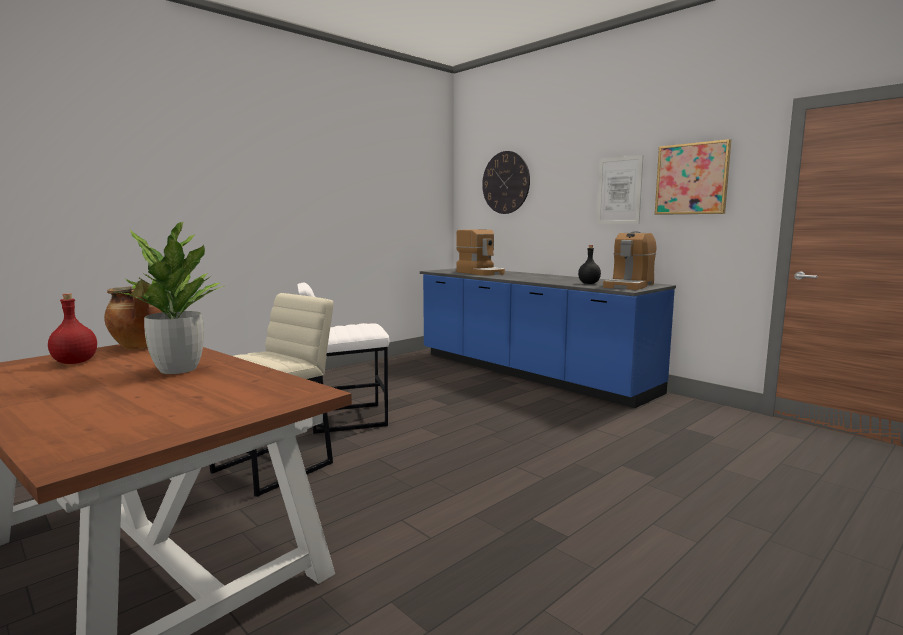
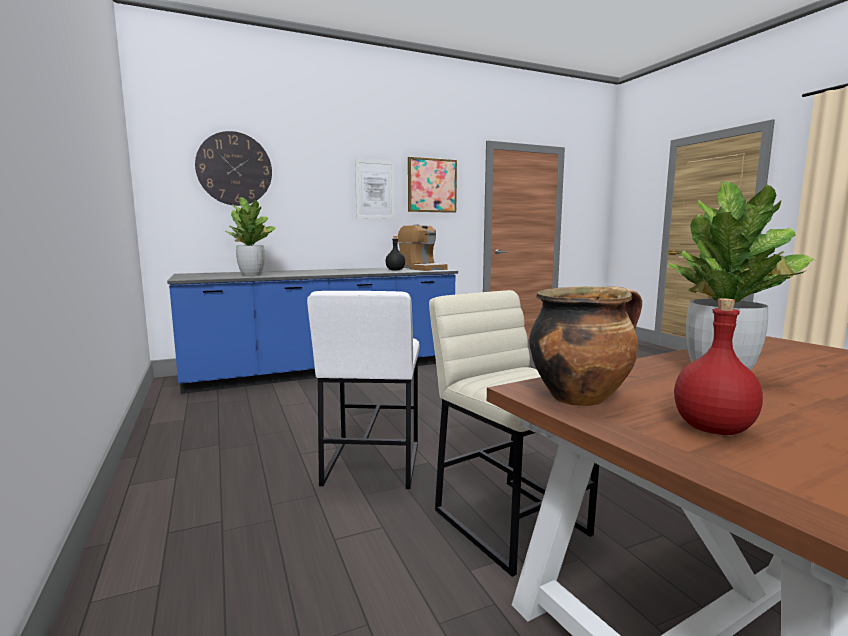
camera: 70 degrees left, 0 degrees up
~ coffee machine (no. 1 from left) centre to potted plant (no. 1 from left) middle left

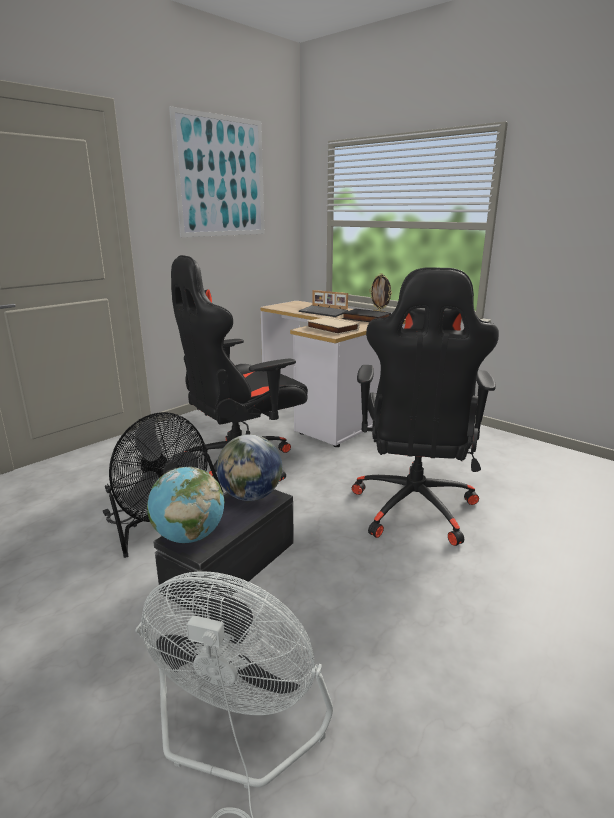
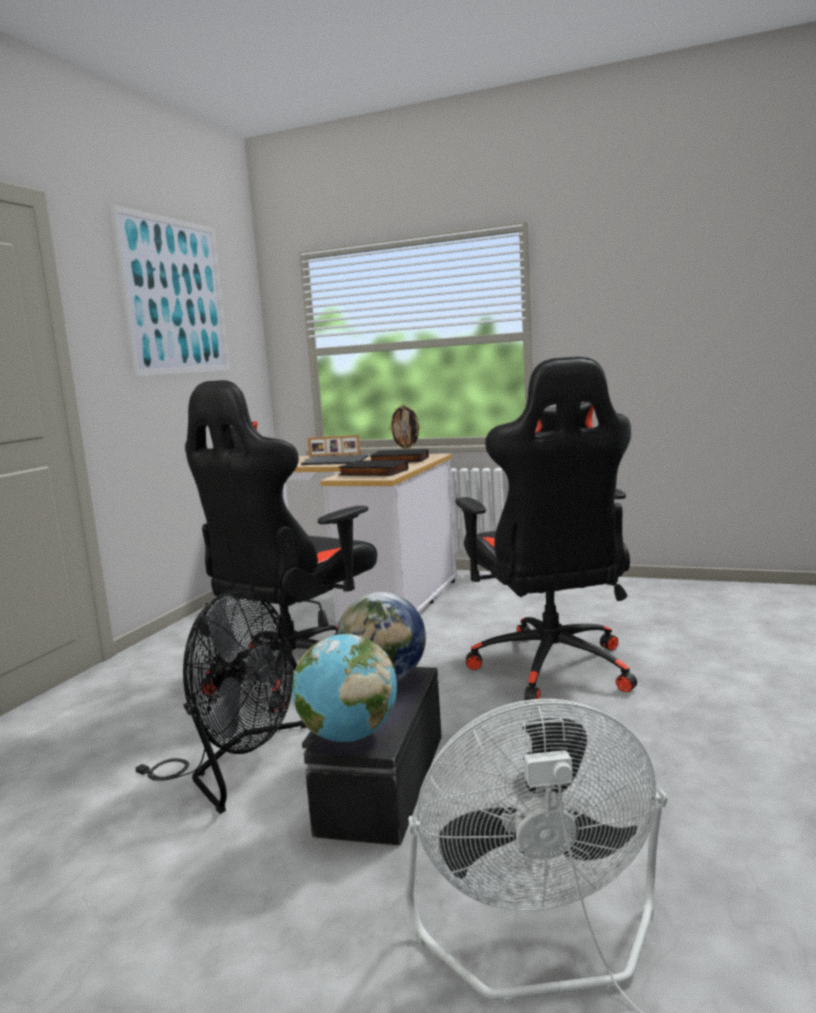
camera: 20 degrees left, 10 degrees down
~ beige book centre to black book (no. 1 from left) centre

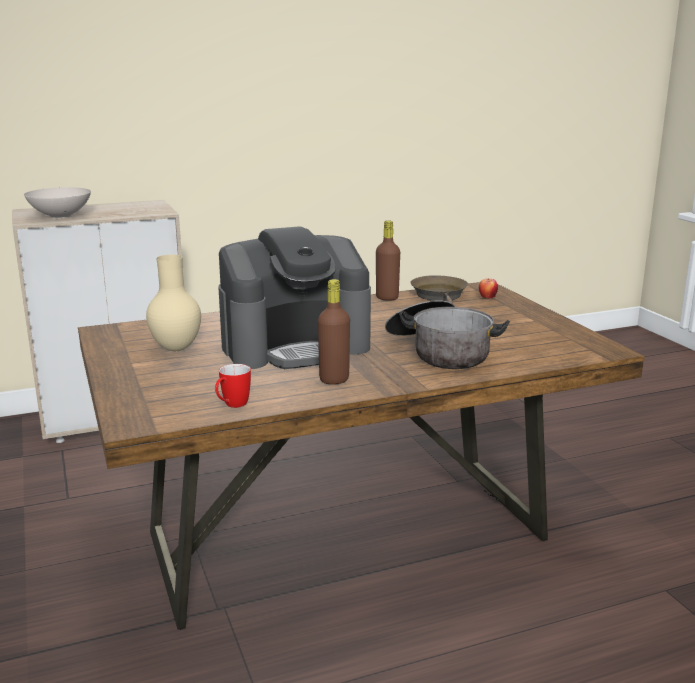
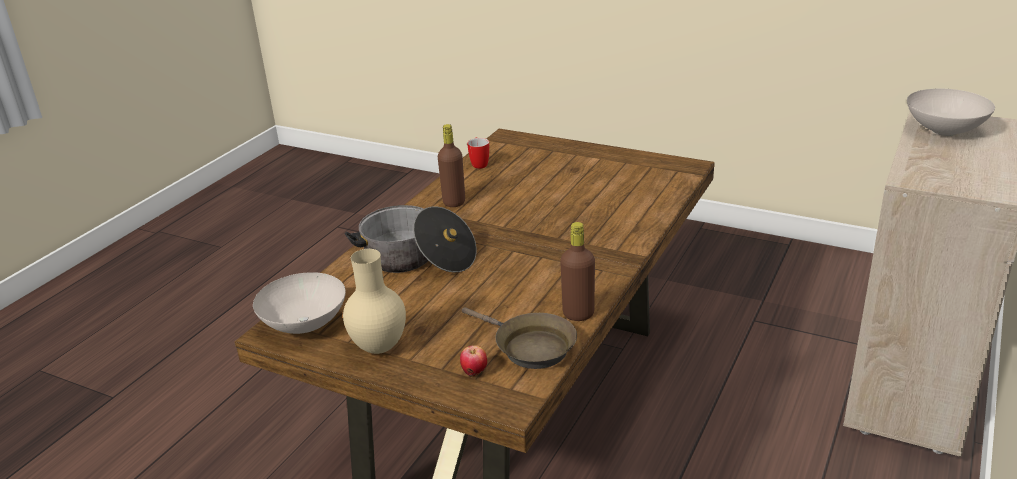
camera: 140 degrees right, 10 degrees up
- coffee machine centre
+ white bowl (no. 1 from left) middle left
~ beige vase middle left to centre

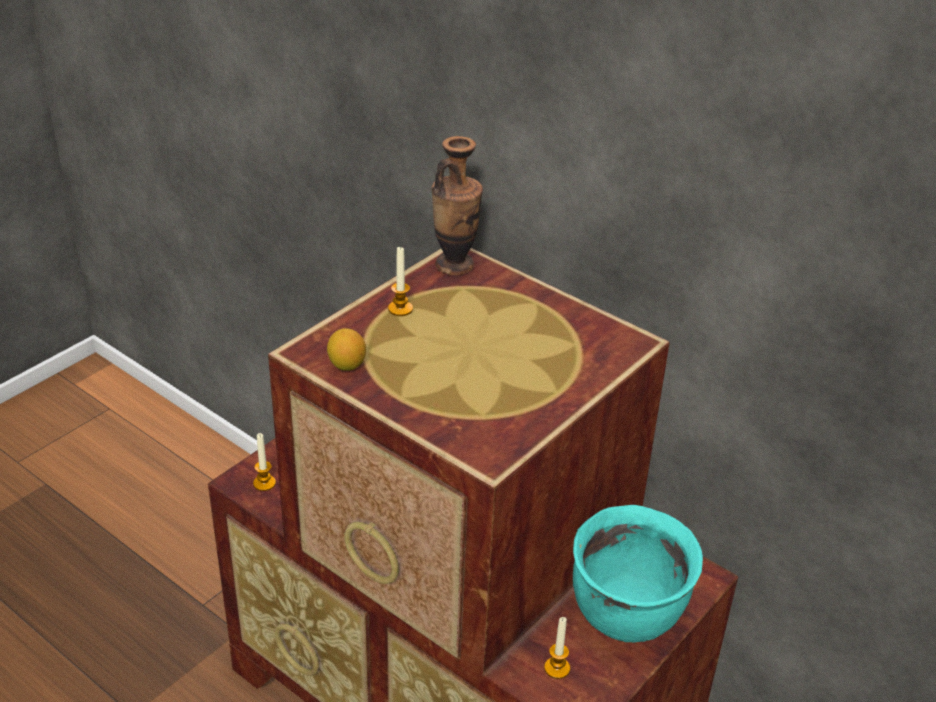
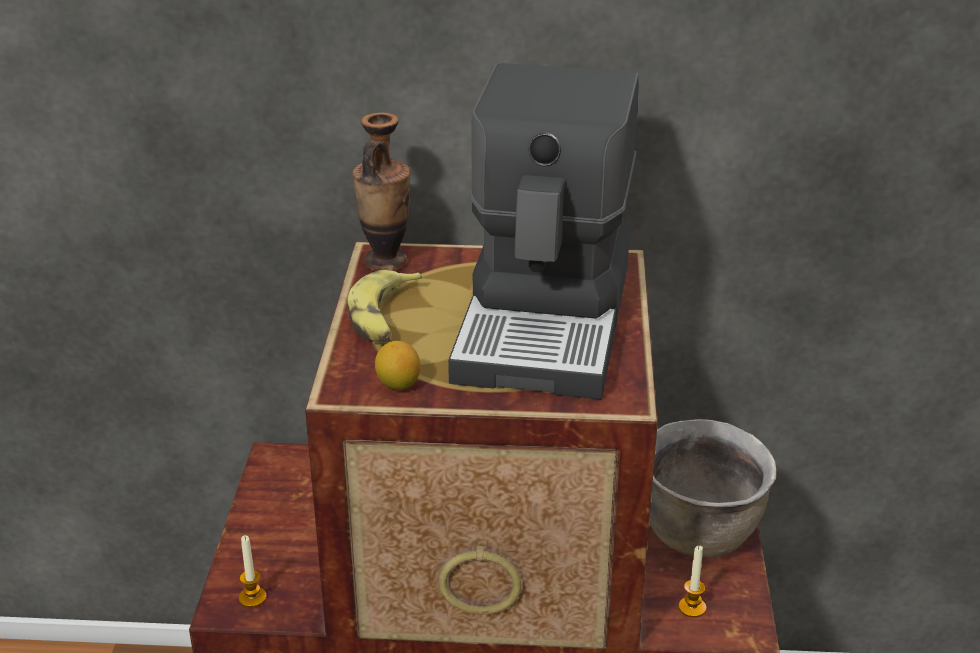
camera: 35 degrees left, 5 degrees down
+ coffee machine centre
~ candle (no. 2 from left) centre to banana centre
~ turquoise cooking pot bottom right to brown cooking pot bottom right

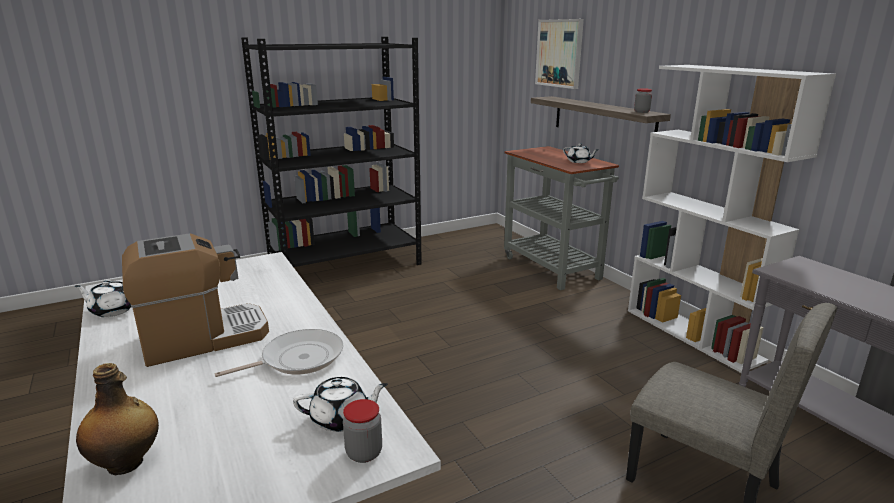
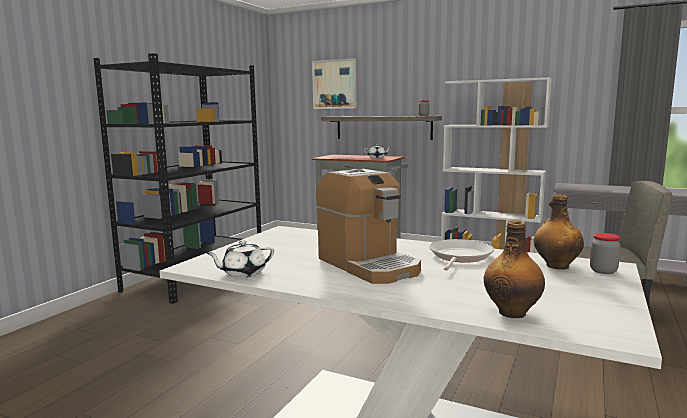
camera: 35 degrees left, 10 degrees down
~ white teapot (no. 2 from left) bottom centre to bottle (no. 2 from left) middle right
~ coffee machine middle left = centre 120 degrees clockwise

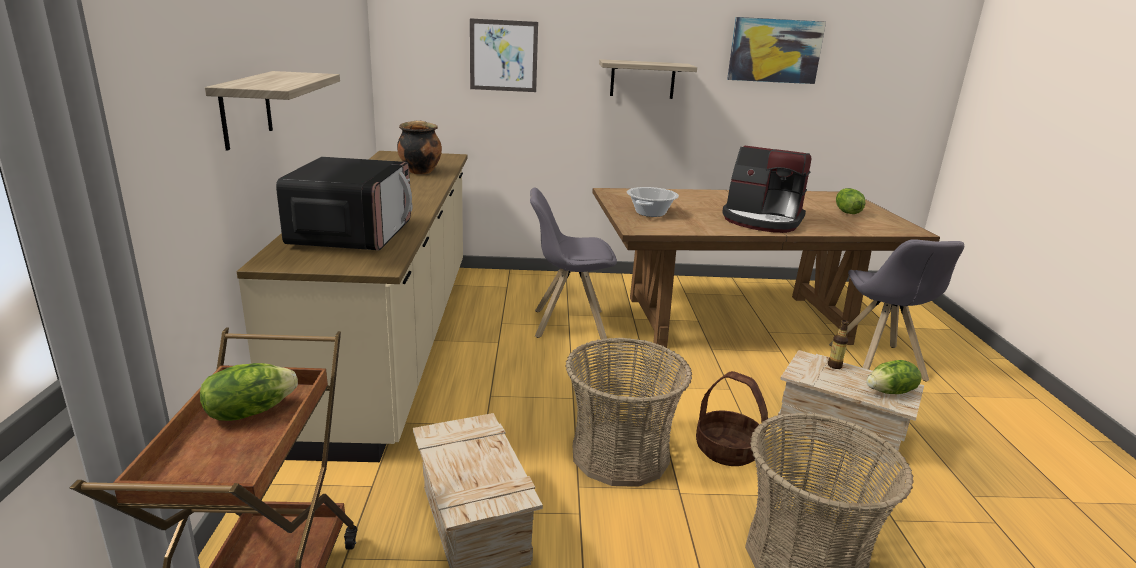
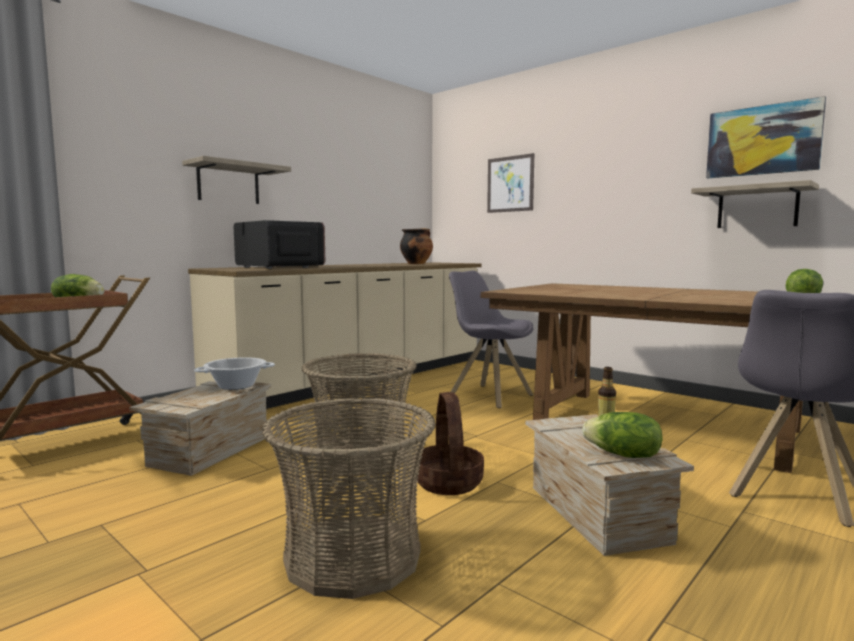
camera: 45 degrees right, 15 degrees down
- coffee machine top right
~ shelf (no. 2 from left) top centre to top right
~ cooking pot (no. 2 from left in the first image) centre to cooking pot (no. 1 from left) middle left
~ microwave middle left = middle left 90 degrees counterclockwise

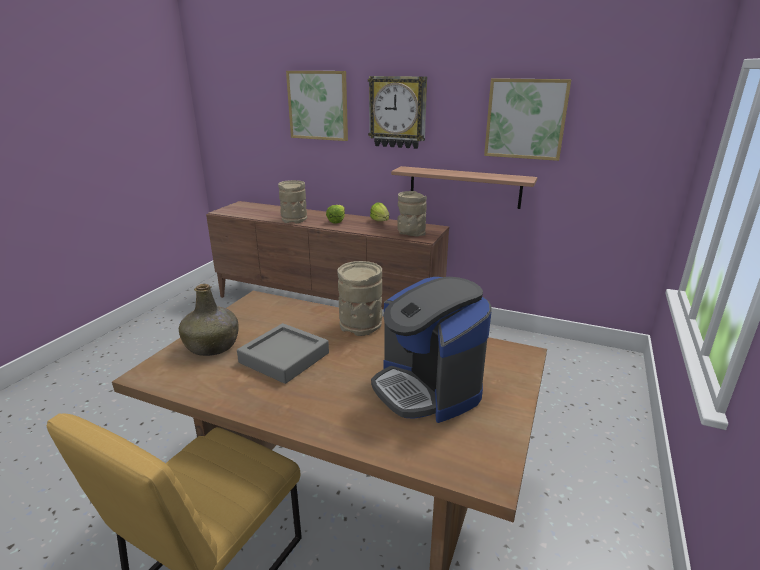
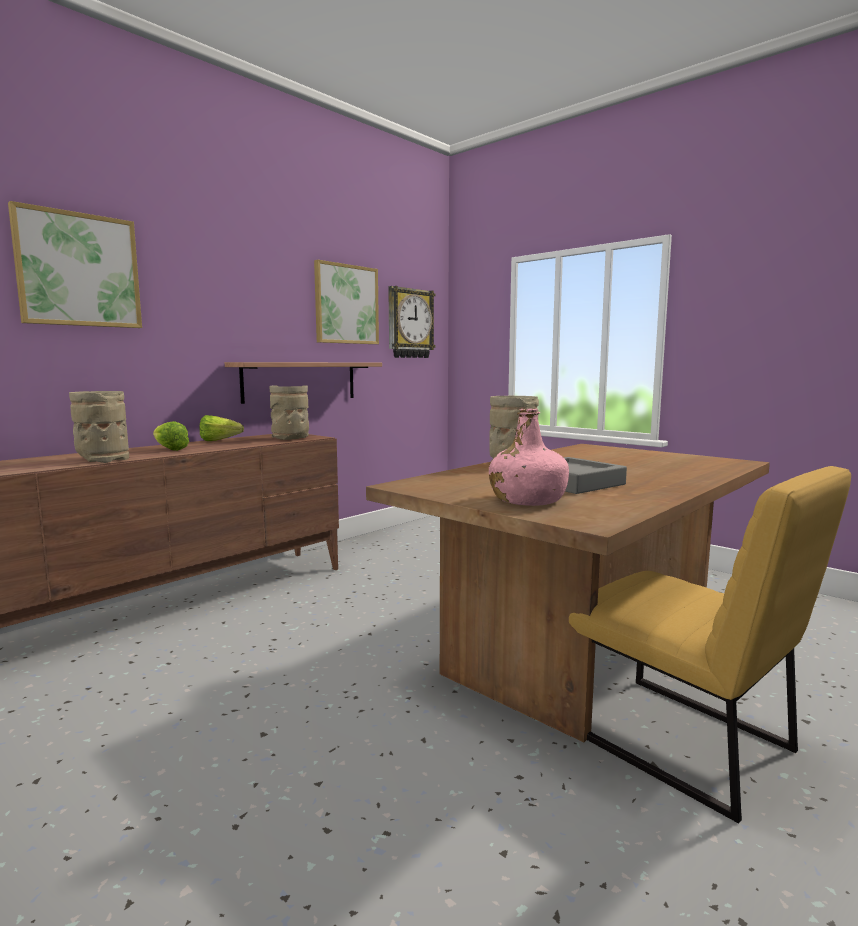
camera: 70 degrees left, 15 degrees down
- coffee machine centre
~ wall clock top centre to centre
~ green bottle middle left to pink bottle centre

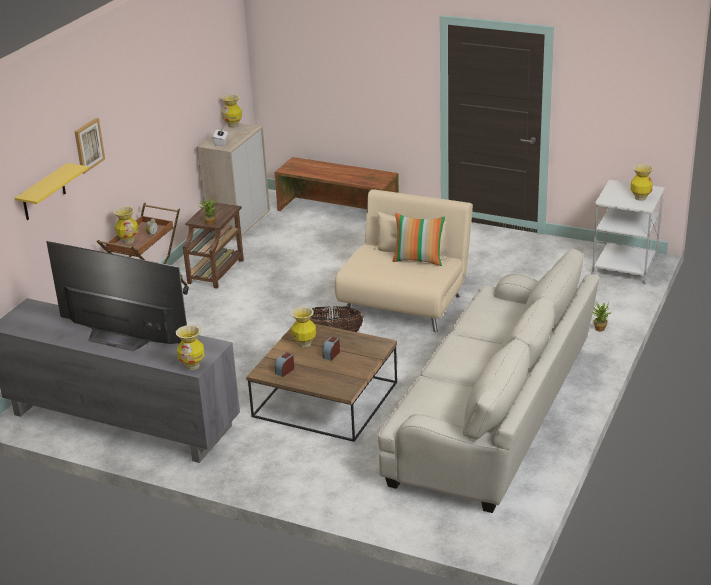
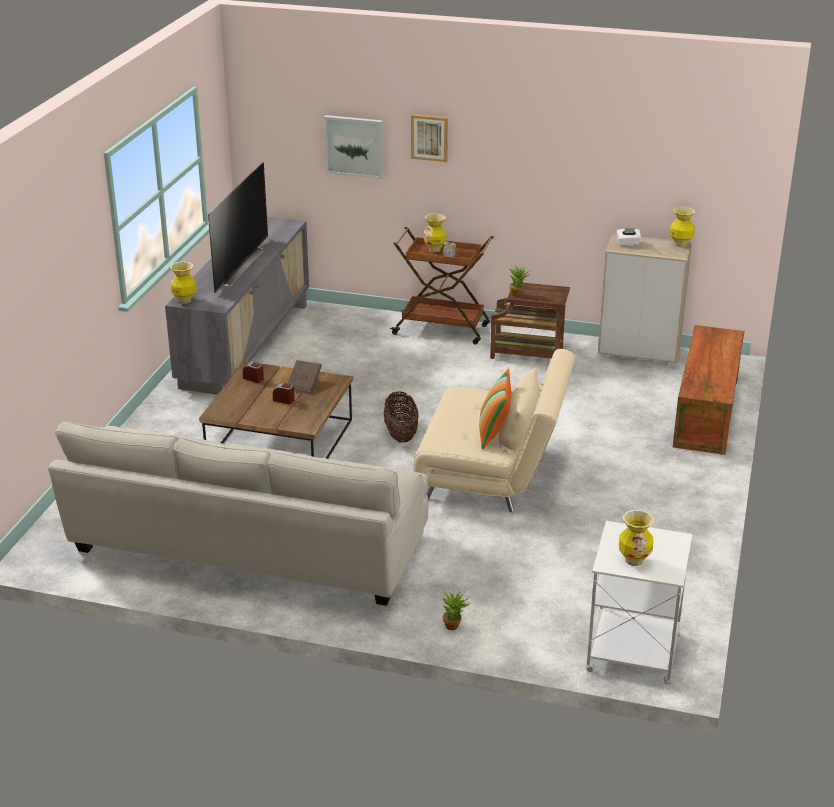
camera: 80 degrees right, 0 degrees up
~ yellow shelf top left to picture (no. 1 from left) top centre
~ vase (no. 4 from left) centre to brown book centre

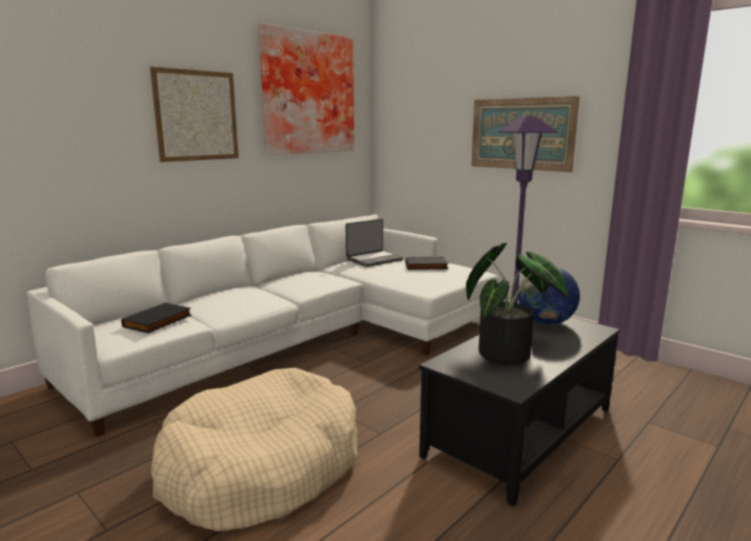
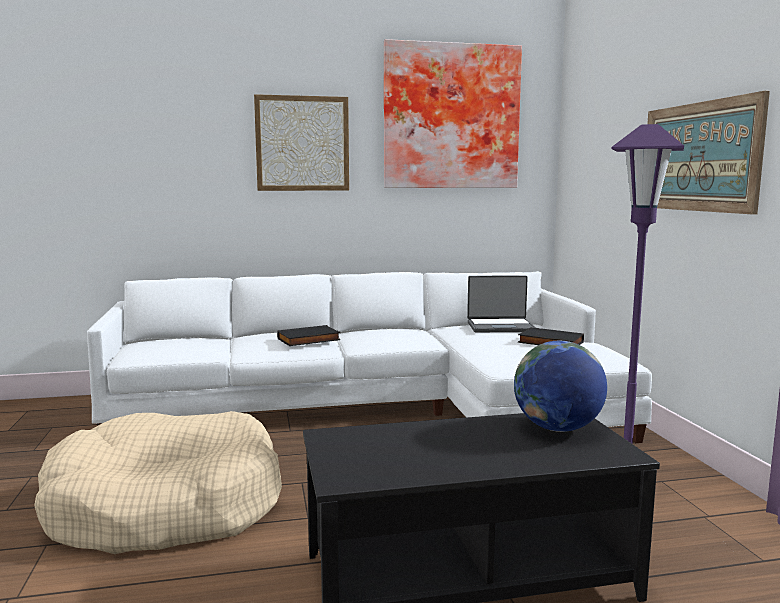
camera: 35 degrees right, 5 degrees down
- potted plant middle right
~ black book (no. 1 from left) middle left to centre

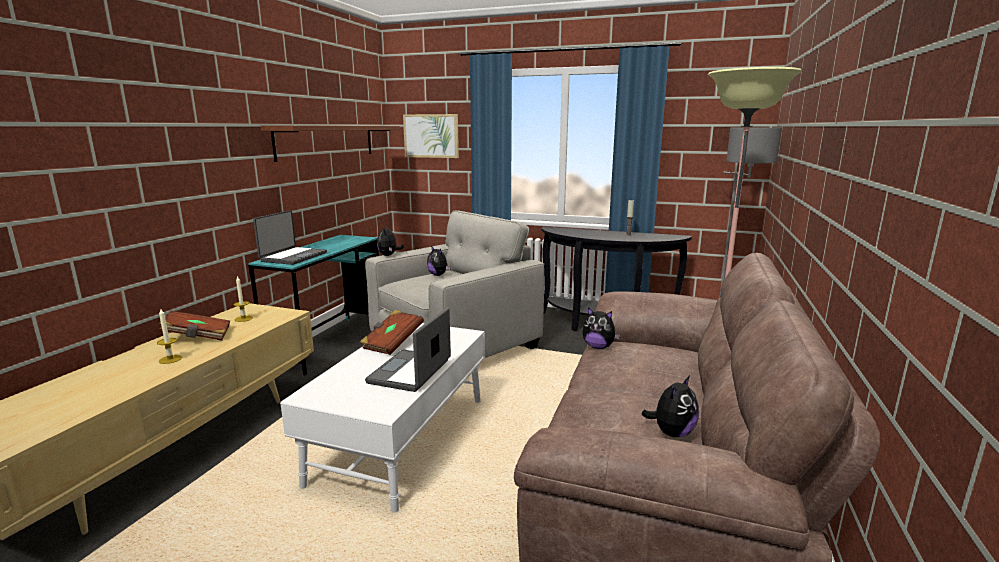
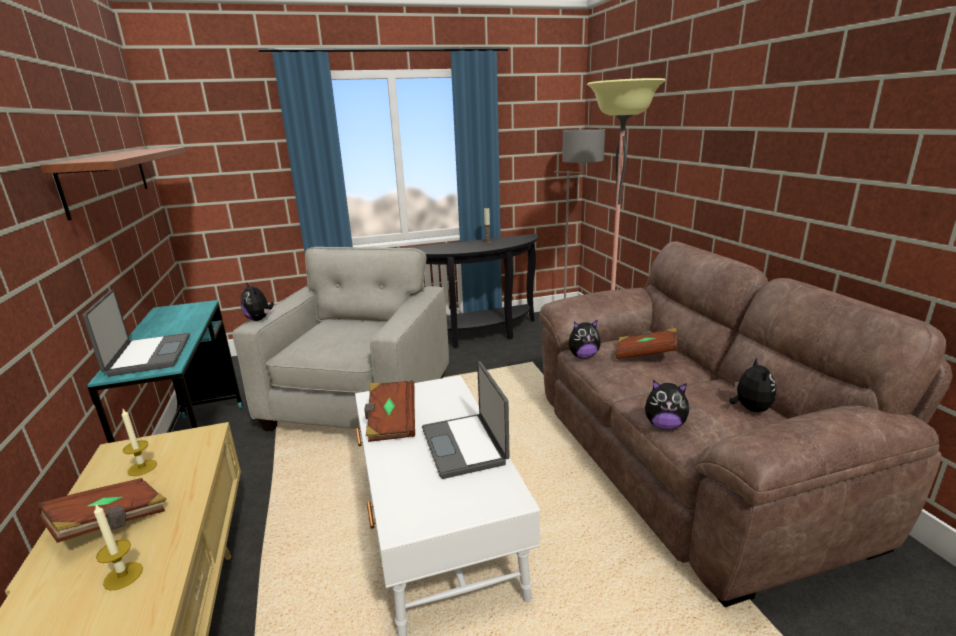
camera: 35 degrees left, 5 degrees up
- picture top centre
+ brown book (no. 3 from left) middle right
~ plush toy (no. 2 from left in the first image) centre to plush toy (no. 3 from left) middle right

